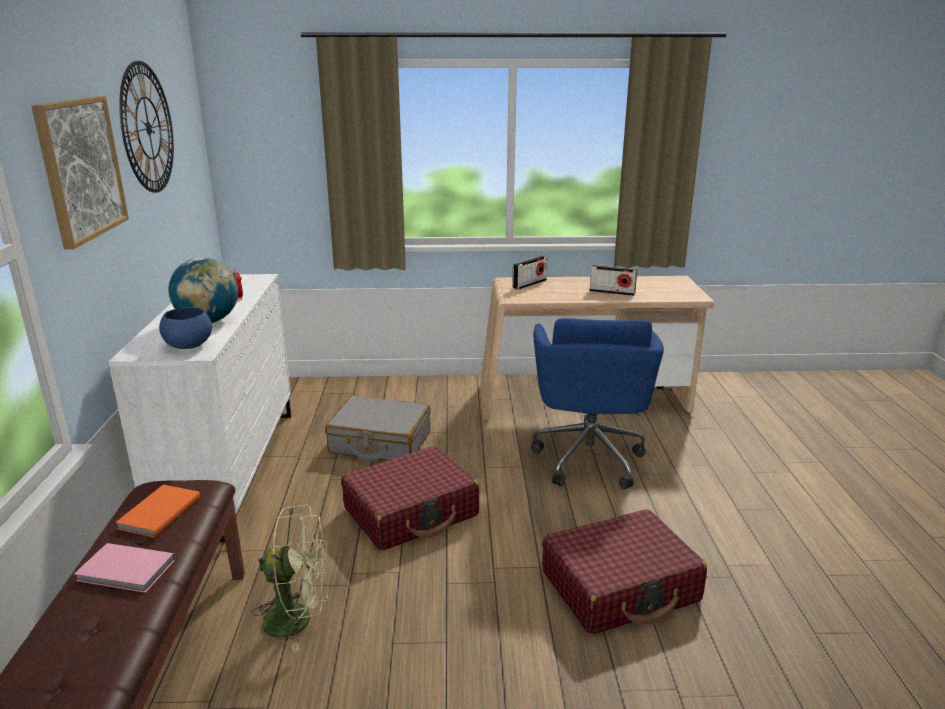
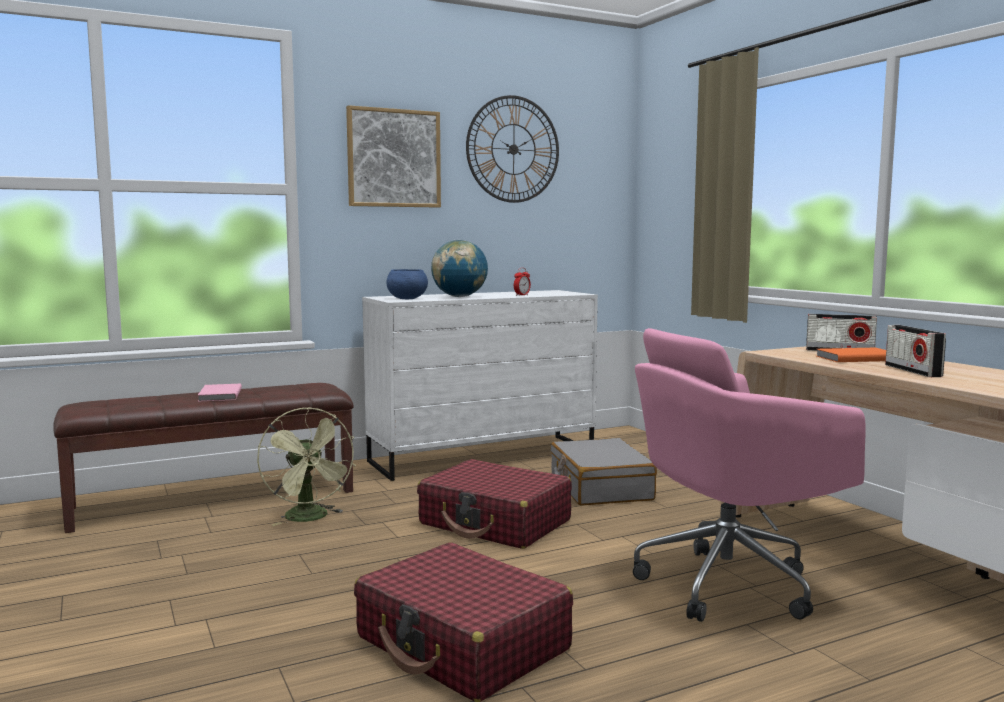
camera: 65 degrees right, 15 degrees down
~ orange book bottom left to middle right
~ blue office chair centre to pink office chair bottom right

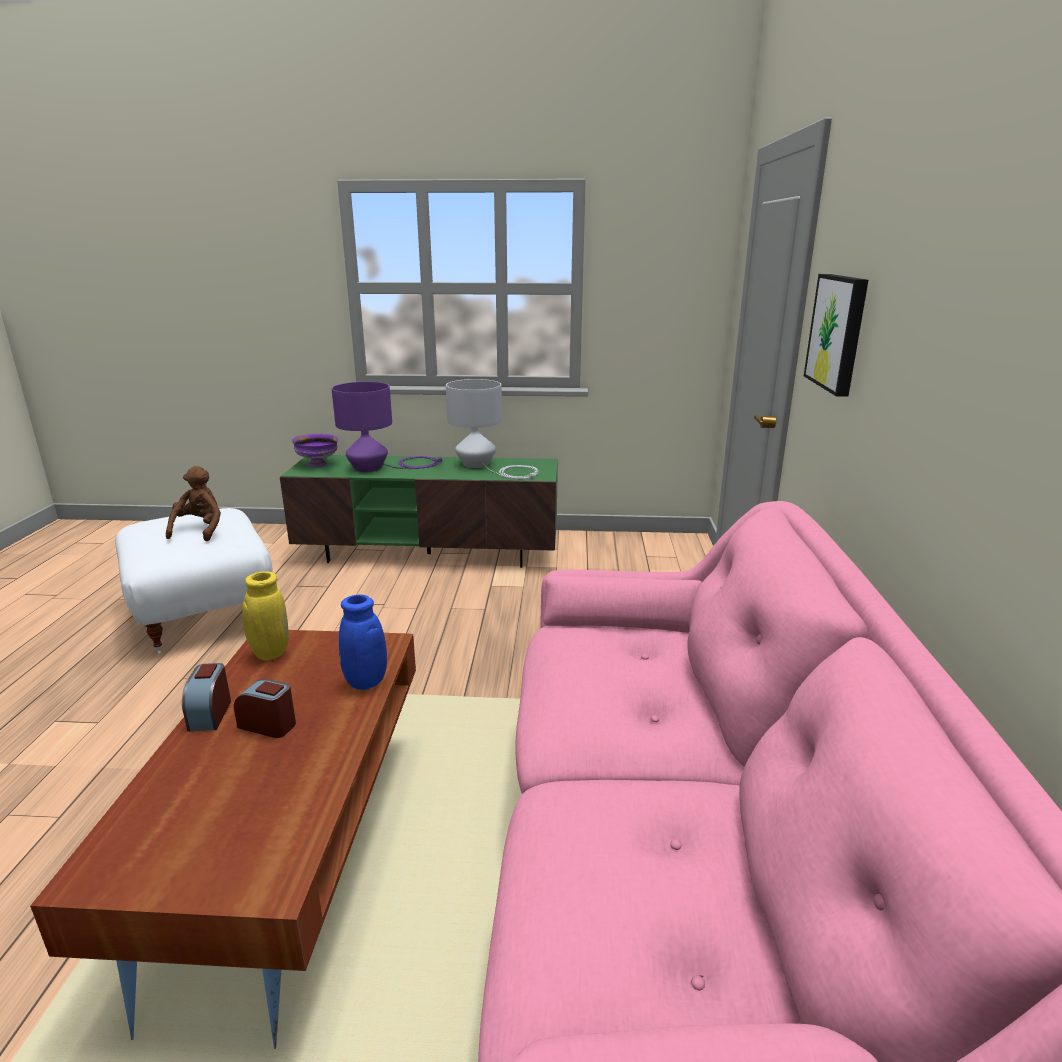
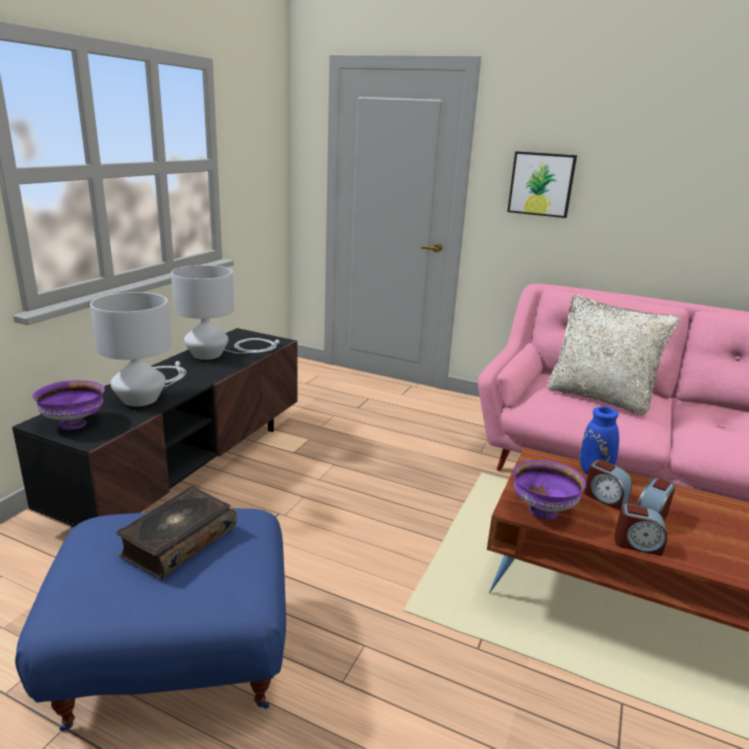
camera: 70 degrees left, 0 degrees up
+ beige pillow middle right
+ alarm clock (no. 1 from left) middle right
~ brown plush toy middle left to book bottom left
~ yellow vase middle left to purple bowl (no. 2 from left) middle right
~ white ottoman middle left to blue ottoman bottom left
~ green tv stand centre to black tv stand middle left
~ purple table lamp centre to white table lamp (no. 1 from left) middle left

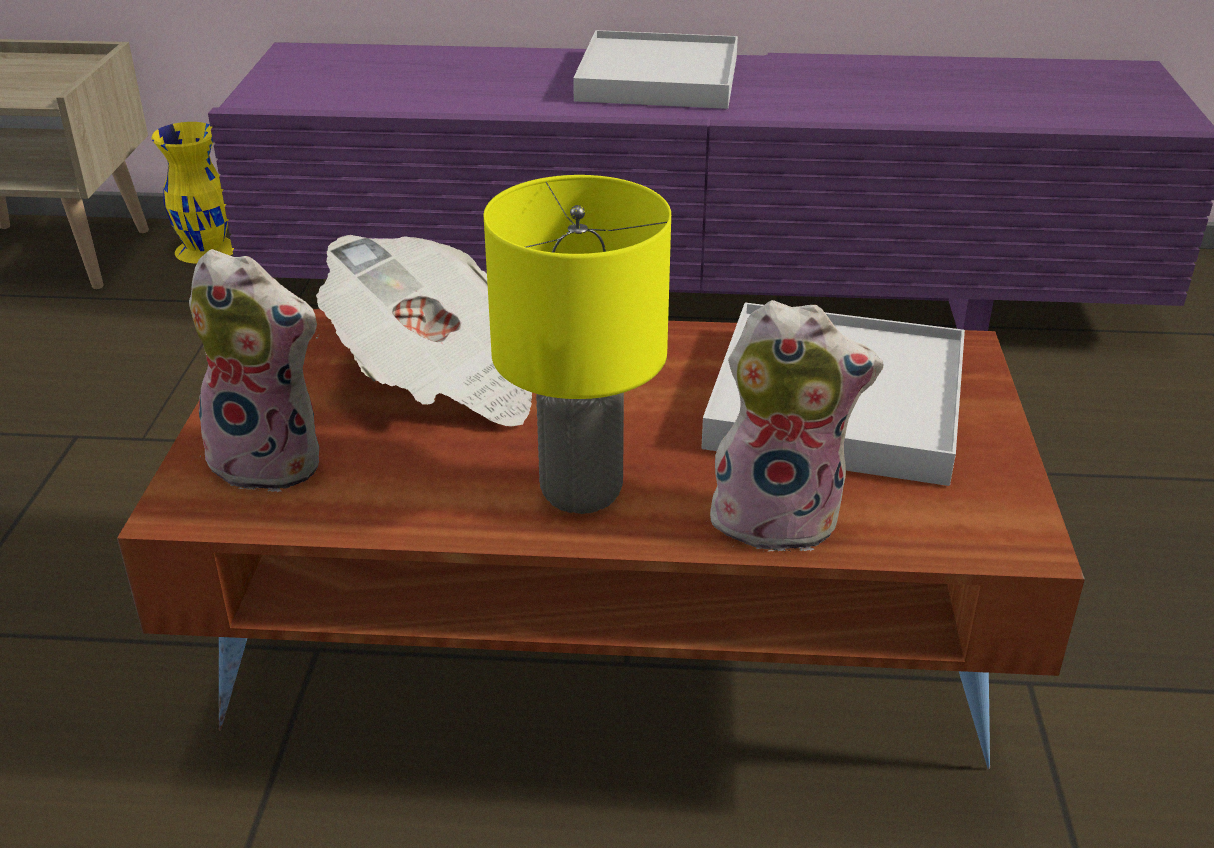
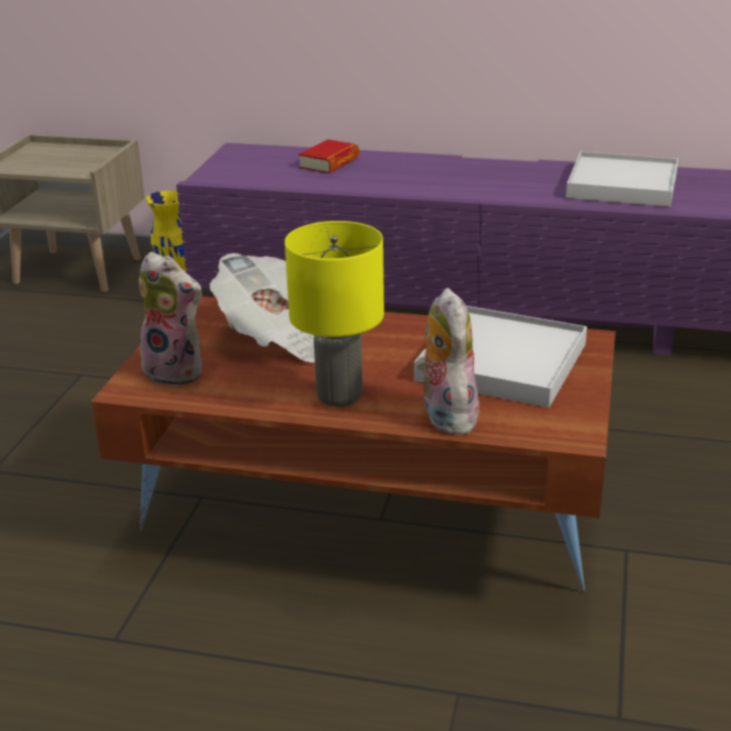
camera: 10 degrees right, 5 degrees down
+ book top centre
~ white tray (no. 1 from left in the first image) top centre to white tray (no. 2 from left) top right
~ plush toy (no. 2 from left) centre = centre 120 degrees counterclockwise

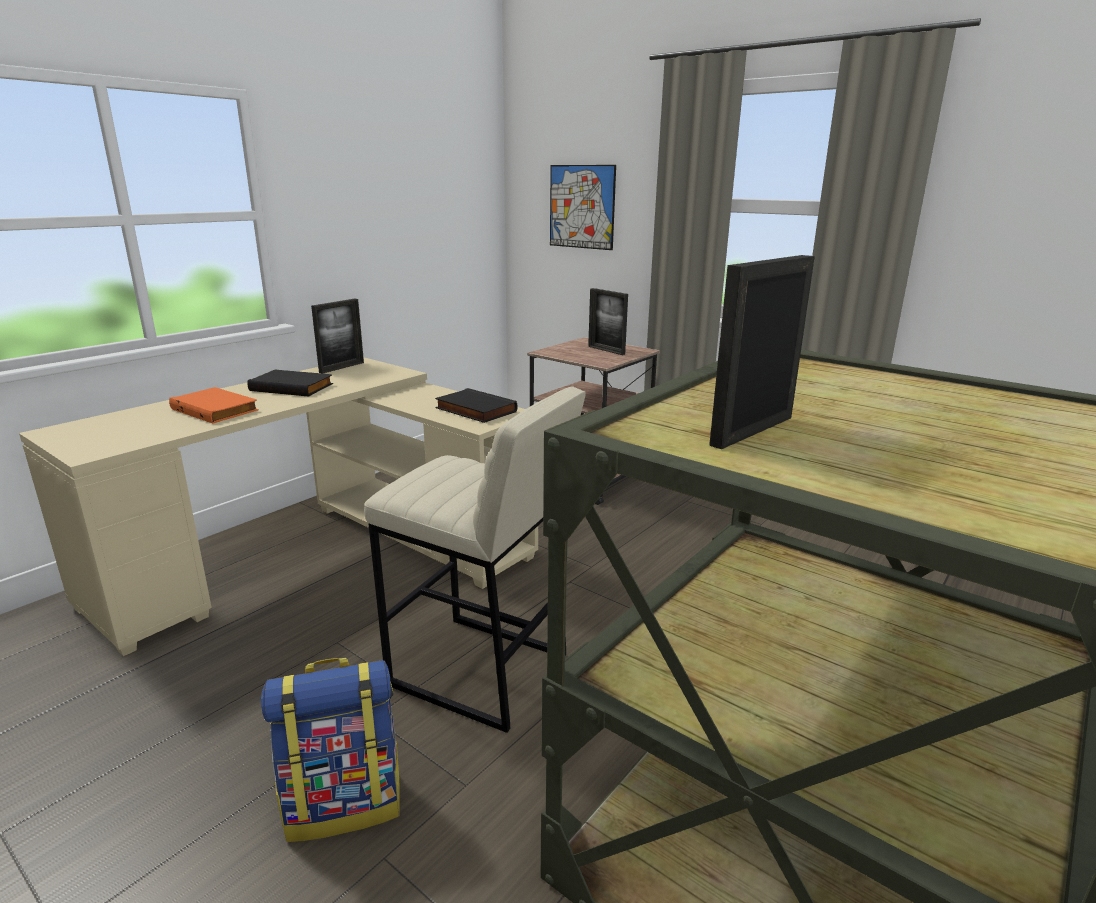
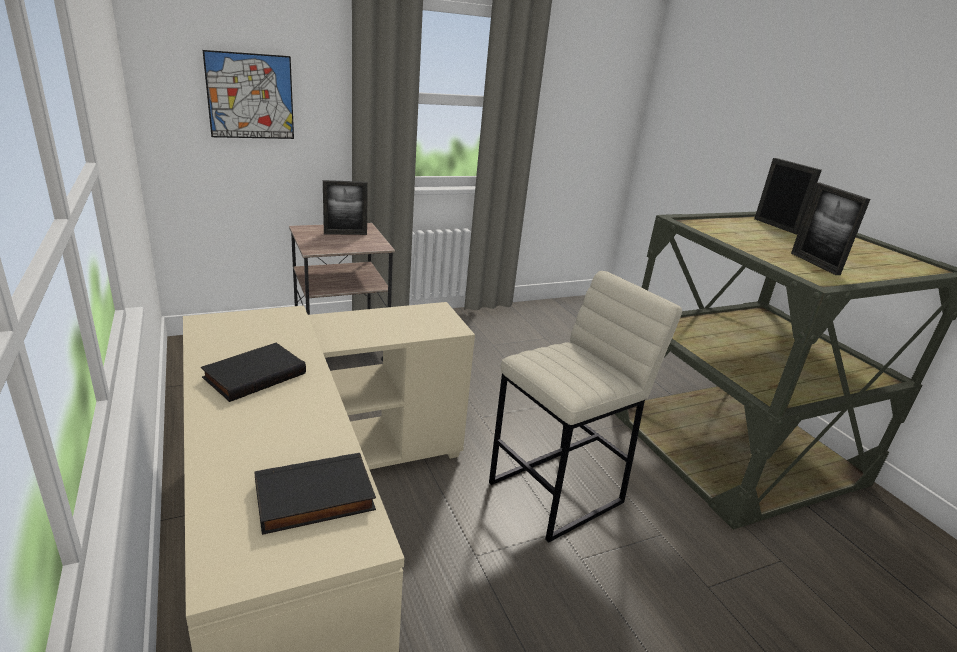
camera: 65 degrees left, 5 degrees up
- orange book middle left
- backpack bottom left
~ picture frame (no. 1 from left in the first image) middle left to picture frame (no. 2 from left) top right
~ black book (no. 2 from left) centre to bottom left

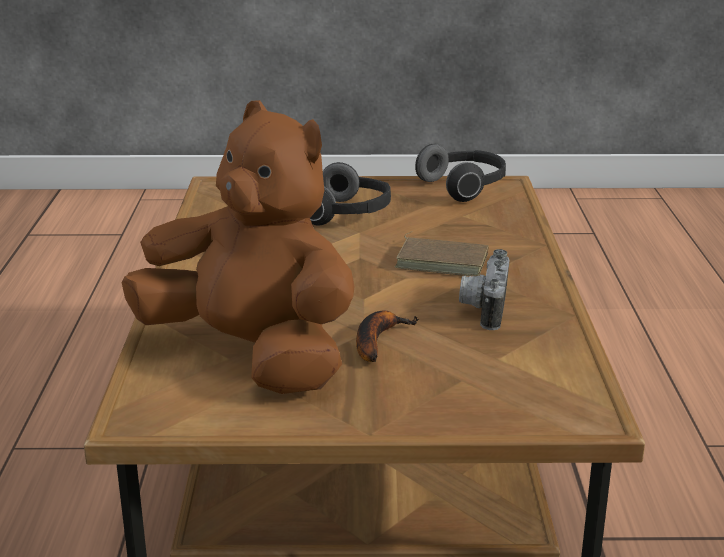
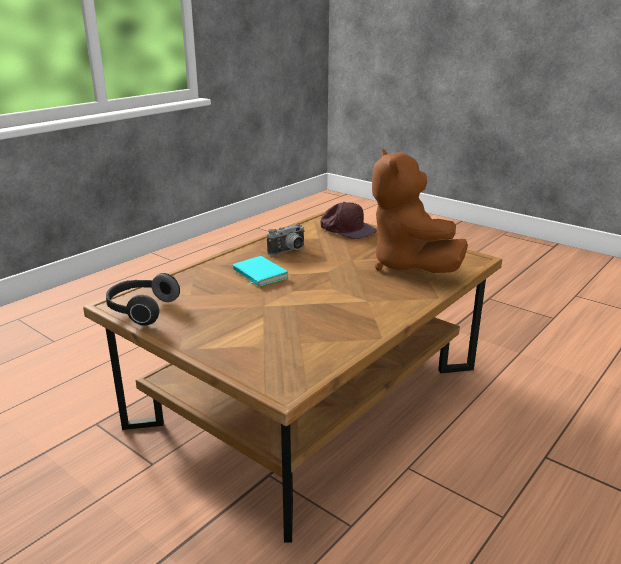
camera: 140 degrees left, 0 degrees up
- headphones (no. 1 from left) centre
- banana centre
+ brown cap centre
~ brown book centre to turquoise book centre

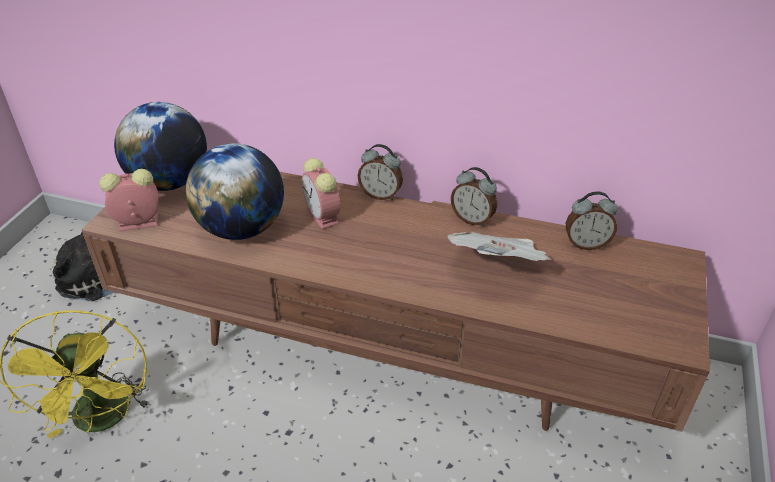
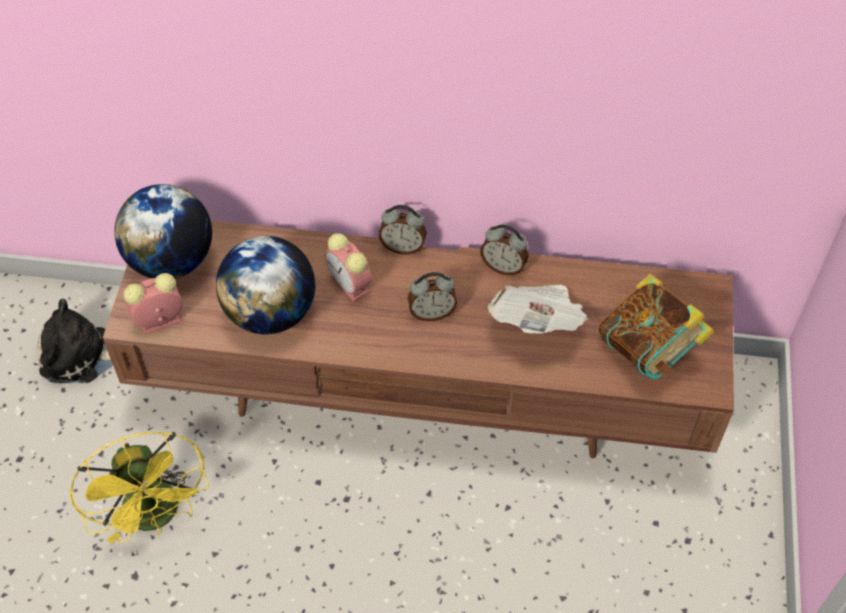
camera: 10 degrees left, 15 degrees up
+ book middle right
~ alarm clock (no. 5 from left in the first image) middle right to alarm clock (no. 4 from left) centre

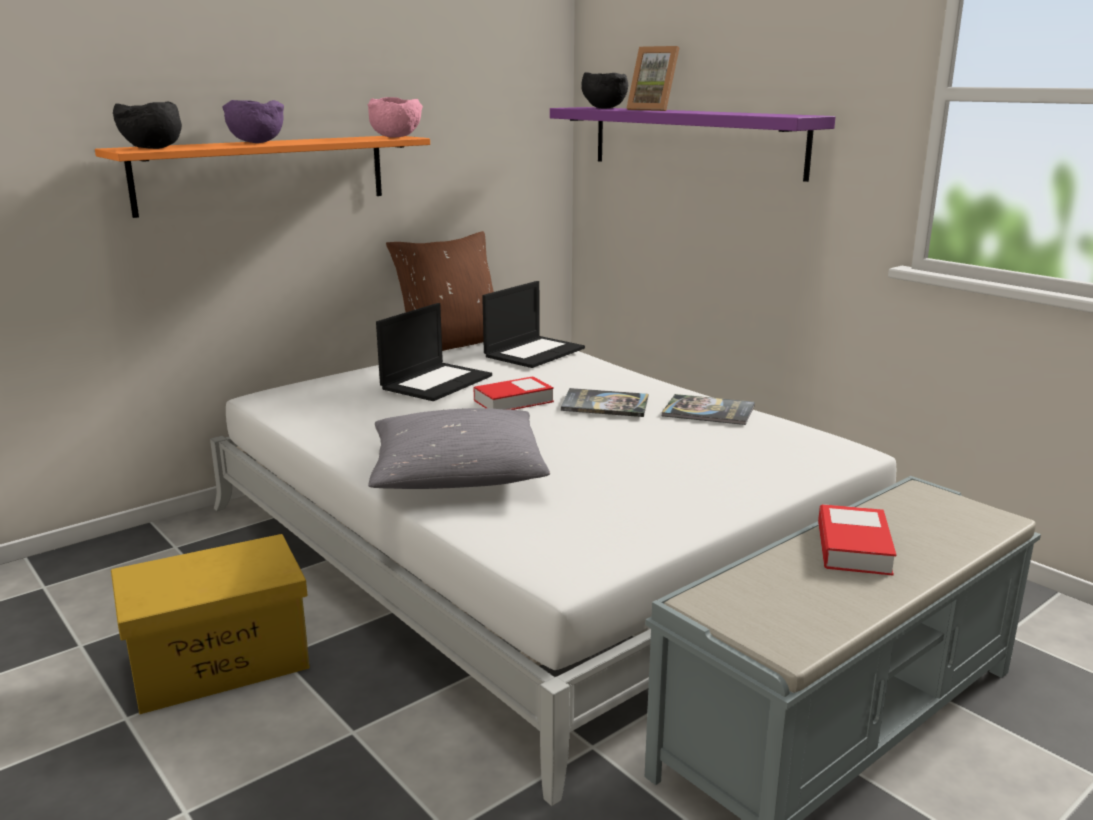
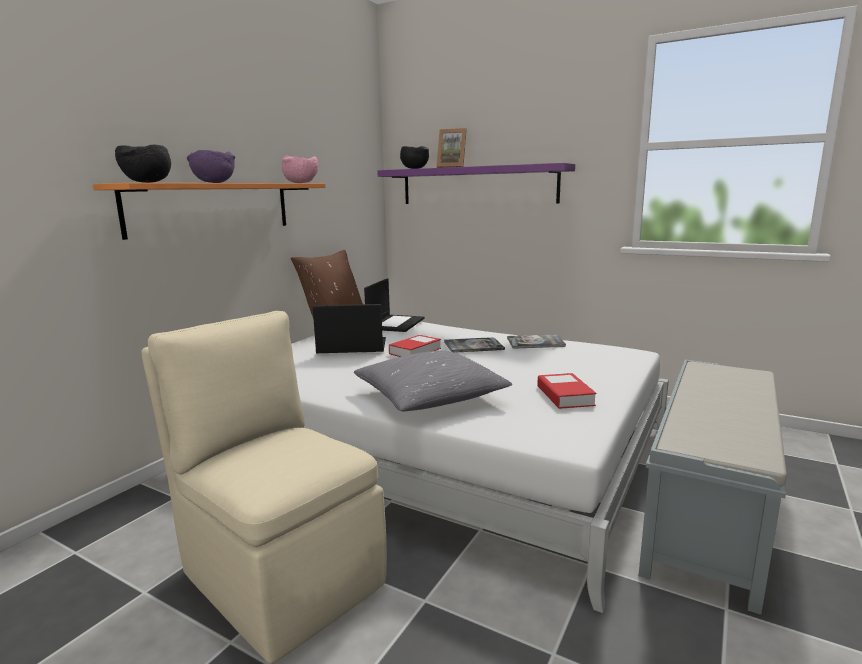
camera: 20 degrees left, 5 degrees down
~ book (no. 4 from left) middle right to centre
~ yellow storage box bottom left to beige chair bottom left
~ laptop (no. 1 from left) centre = centre 105 degrees counterclockwise

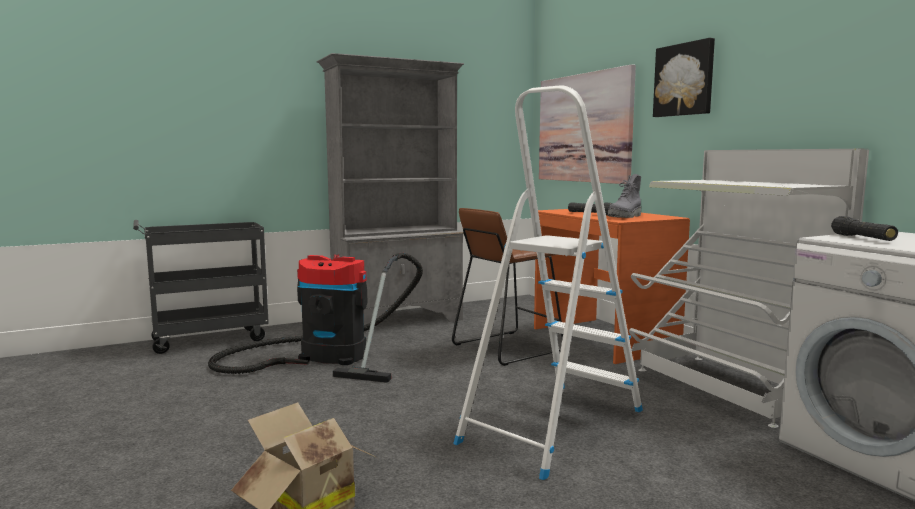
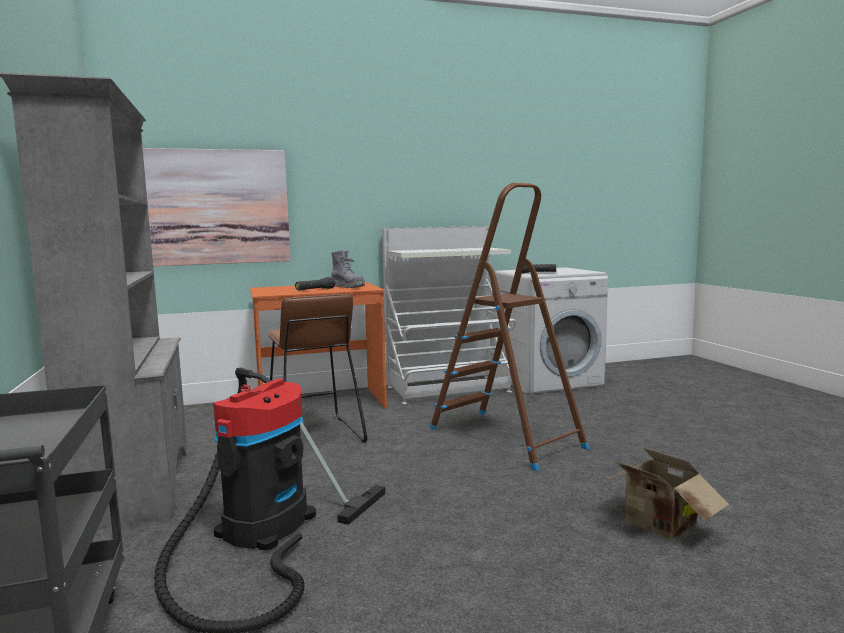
camera: 80 degrees left, 0 degrees up
- picture (no. 2 from left) top right
~ white step ladder centre to brown step ladder centre

